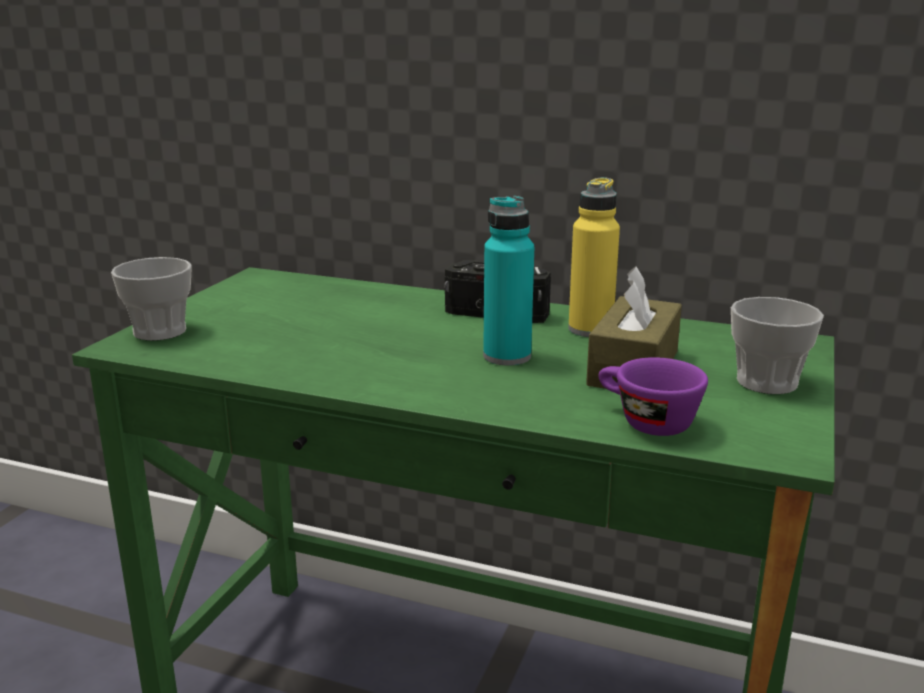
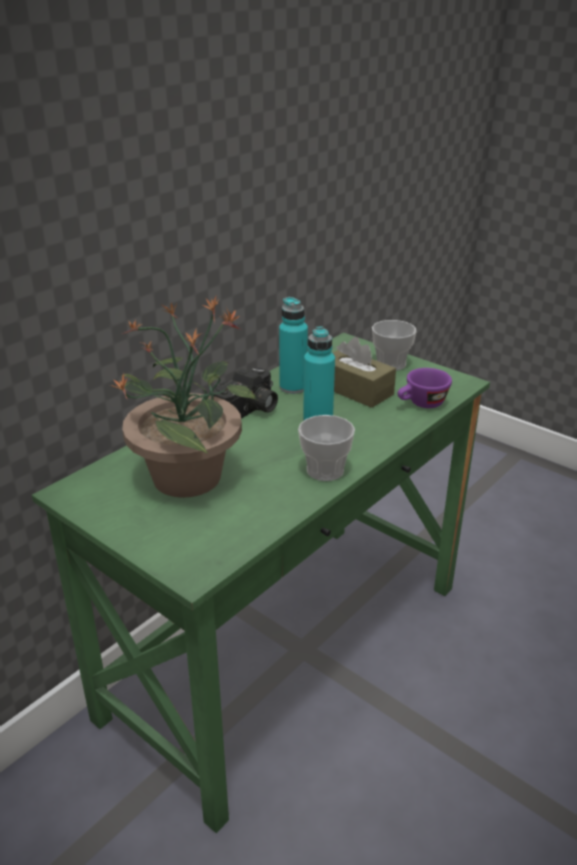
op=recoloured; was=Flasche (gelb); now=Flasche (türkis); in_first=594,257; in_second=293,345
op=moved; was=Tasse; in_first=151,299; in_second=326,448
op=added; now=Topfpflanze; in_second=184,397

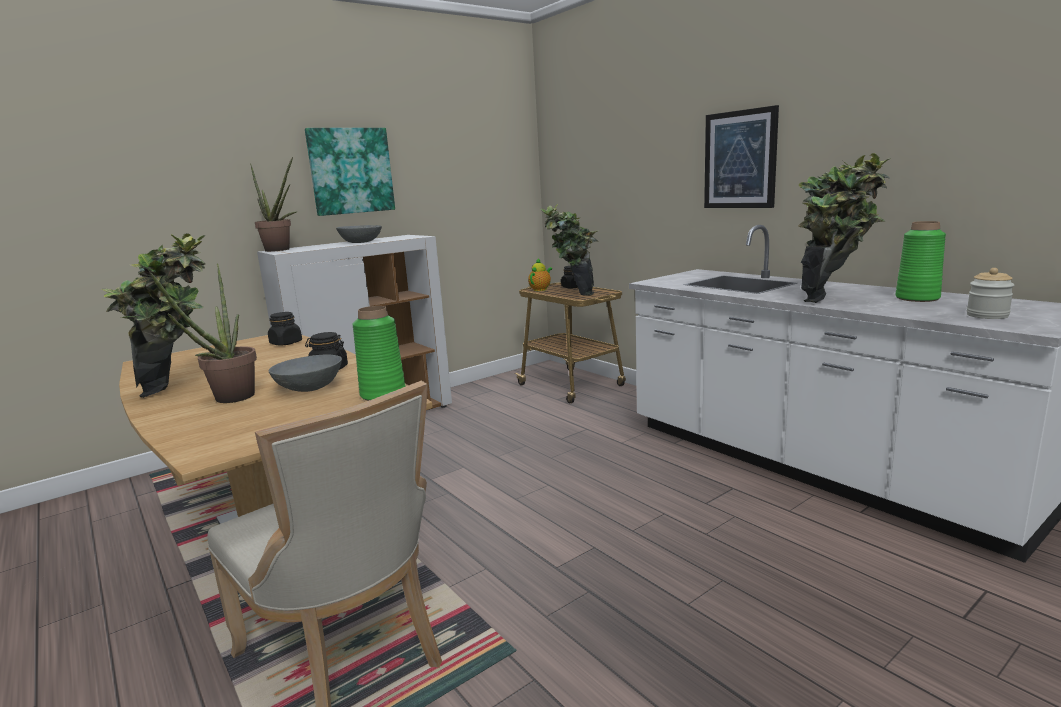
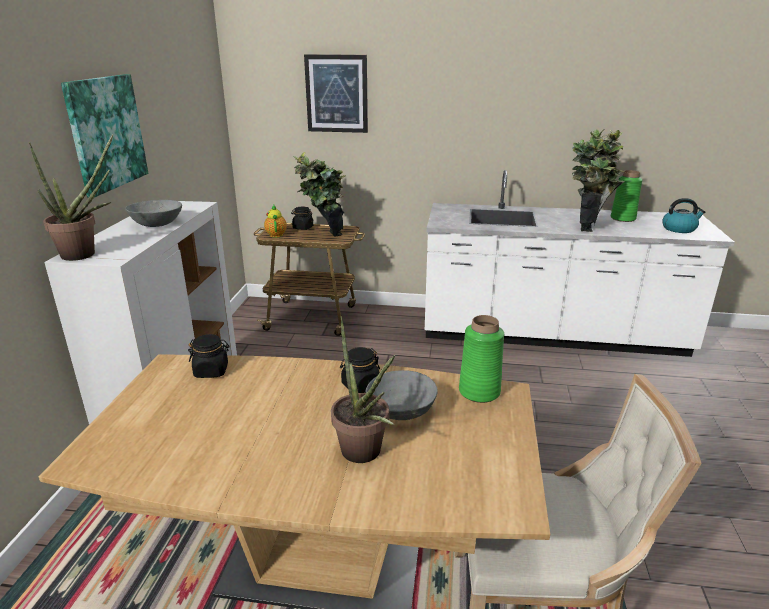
op=moved; was=Bild; in_first=741,156; in_second=336,93
op=removed; was=Topfpflanze; in_first=153,315
op=replaced; was=Vorratsglas; now=Wasserkessel; in_first=990,293; in_second=683,215

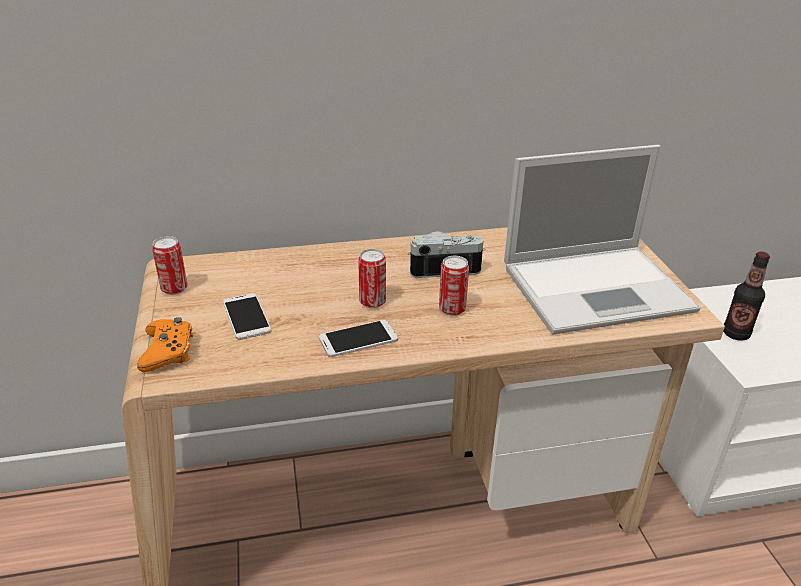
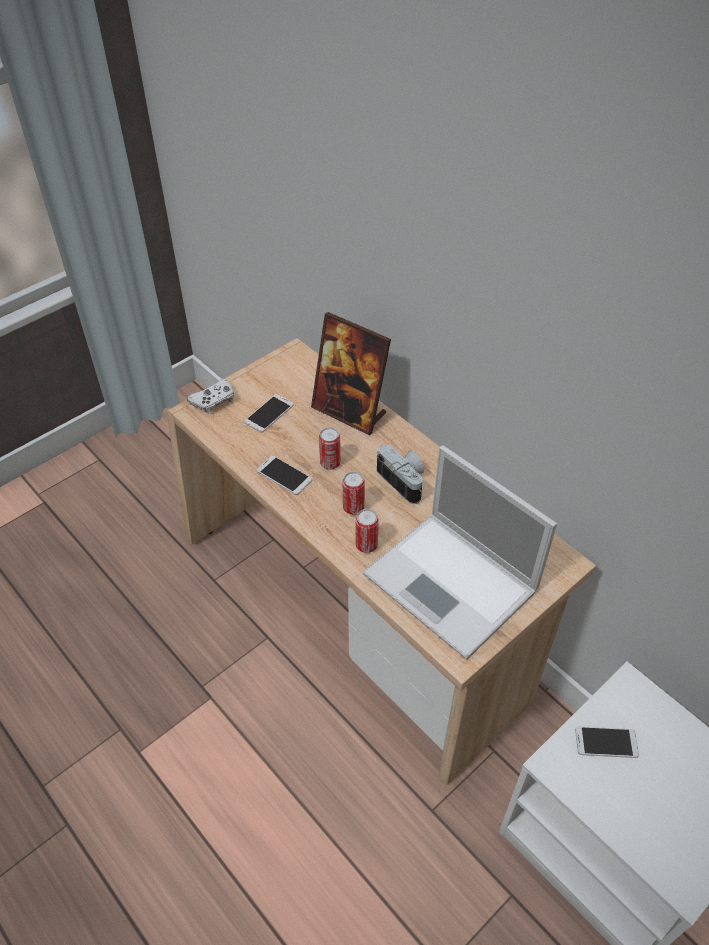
op=moved; was=Dose; in_first=170,265; in_second=367,531
op=replaced; was=Flasche; now=Handy; in_first=746,296; in_second=607,742
op=recoloured; was=Gamepad (orange); now=Gamepad (weiß); in_first=165,344; in_second=210,396
op=added; now=Bilderrahmen; in_second=351,373

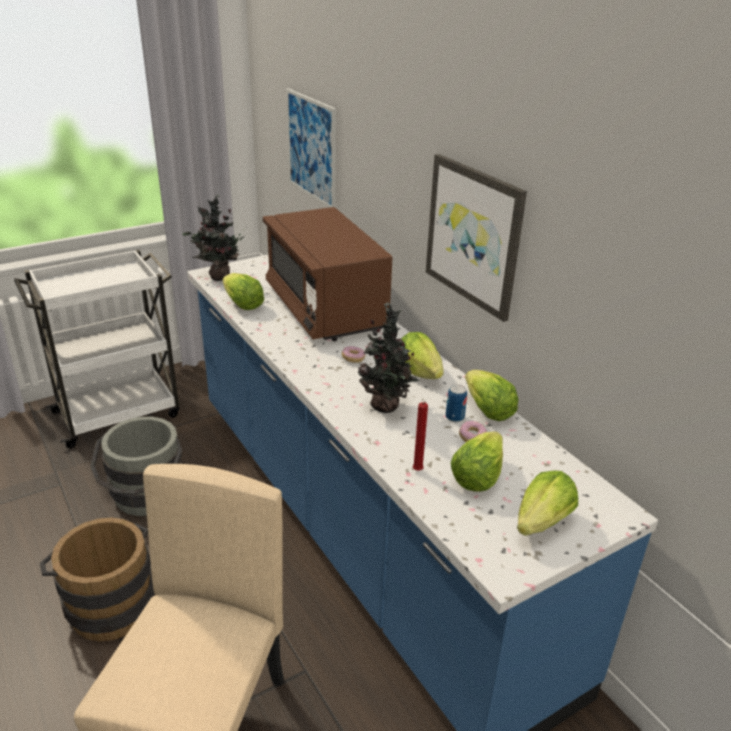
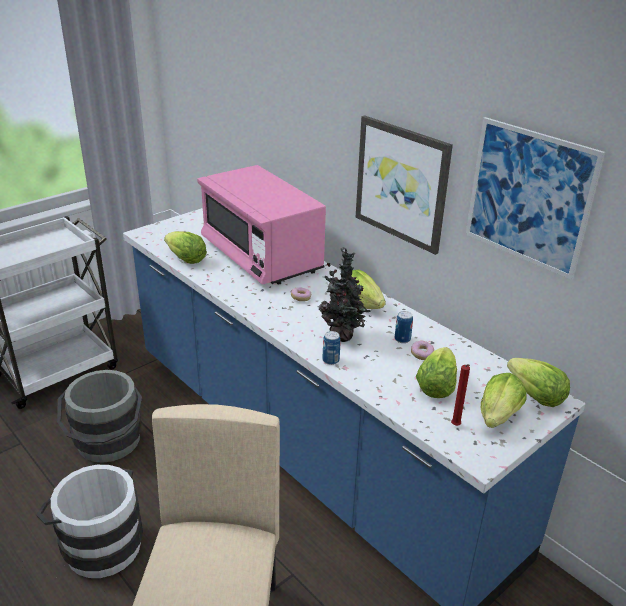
op=moved; was=Bild; in_first=311,148; in_second=535,198
op=removed; was=Topfpflanze; in_first=214,237
op=recoloured; was=Mikrowelle (braun); now=Mikrowelle (rosa); in_first=327,274; in_second=261,225
op=moved; was=Salatkopf; in_first=491,395; in_second=538,382
op=moved; was=Kerze (rot); in_first=420,436; in_second=460,395
op=recoloured; was=Eimer (braun); now=Eimer (weiß); in_first=97,580; in_second=89,521
op=added; now=Dose; in_second=331,348

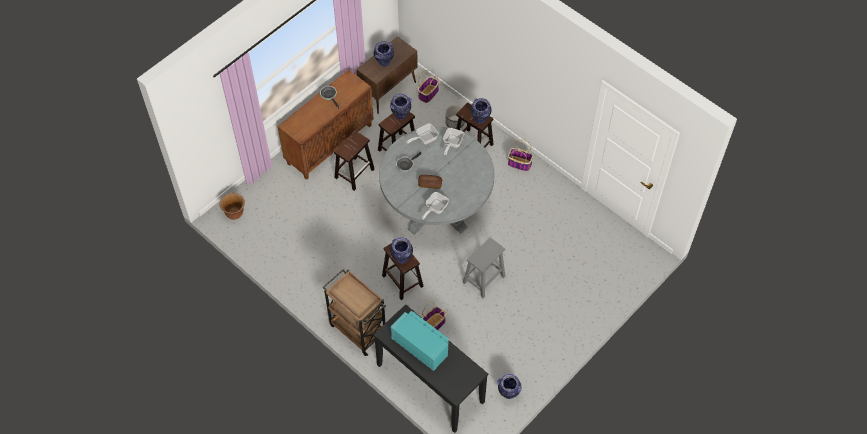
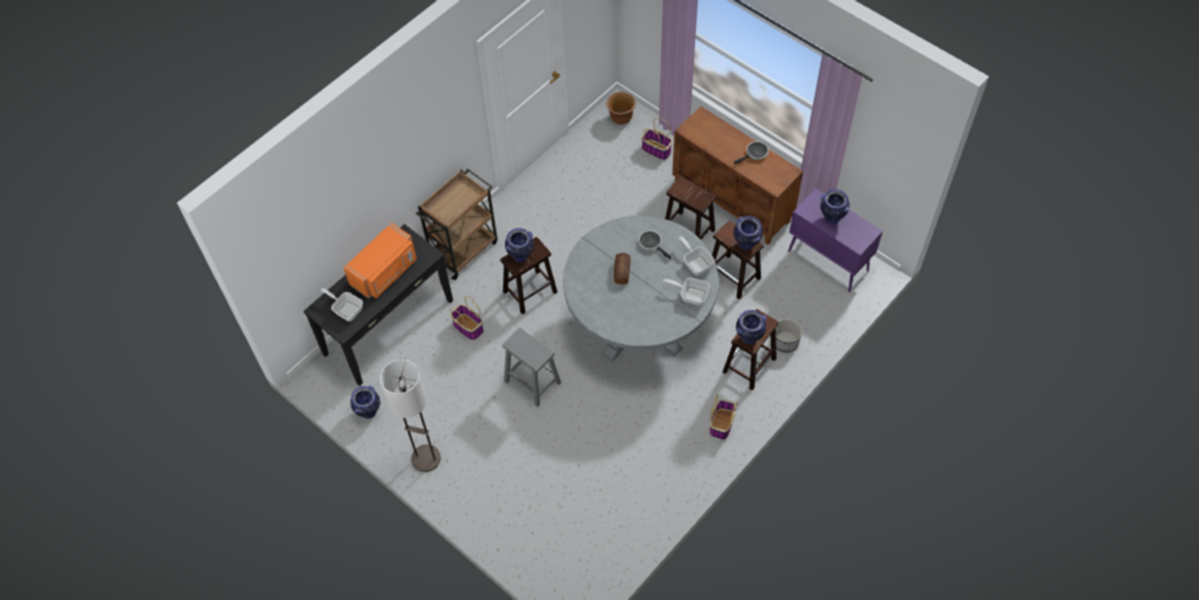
op=recoloured; was=Schrank (braun); now=Schrank (lila); in_first=387,75; in_second=835,240
op=moved; was=Korb; in_first=428,86; in_second=657,138
op=moved; was=Pfanne; in_first=435,206; in_second=341,304
op=recoloured; was=Mikrowelle (türkis); now=Mikrowelle (orange); in_first=419,341; in_second=380,260
op=added; now=Stehlampe; in_second=410,415

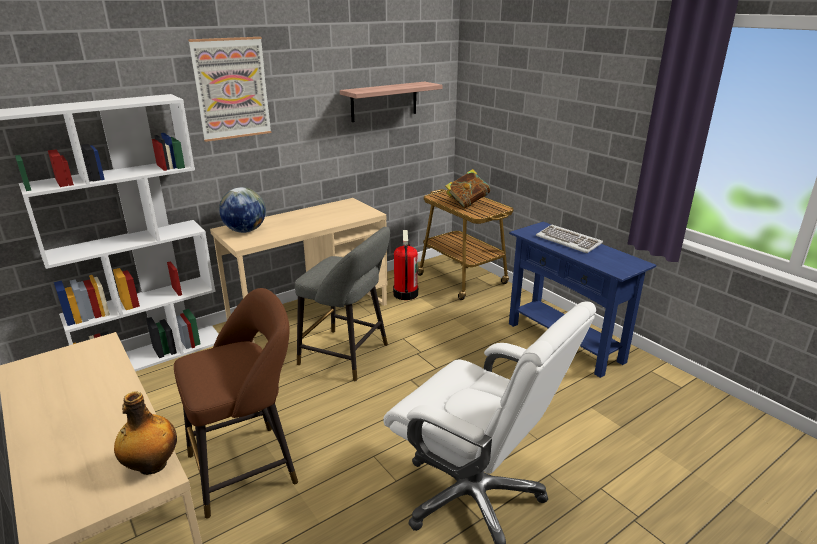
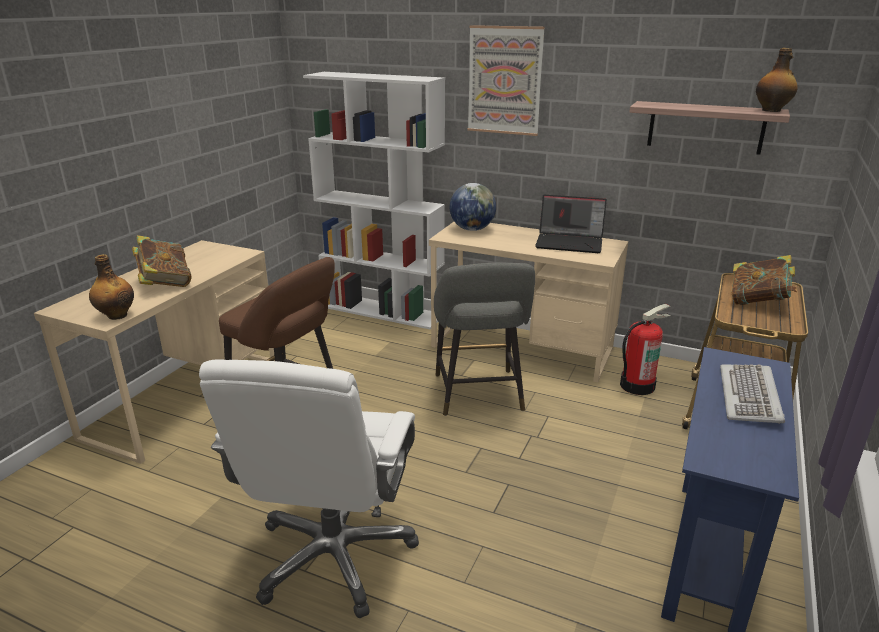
op=added; now=Flasche; in_second=777,80
op=added; now=Laptop; in_second=571,224
op=added; now=Buch; in_second=161,261

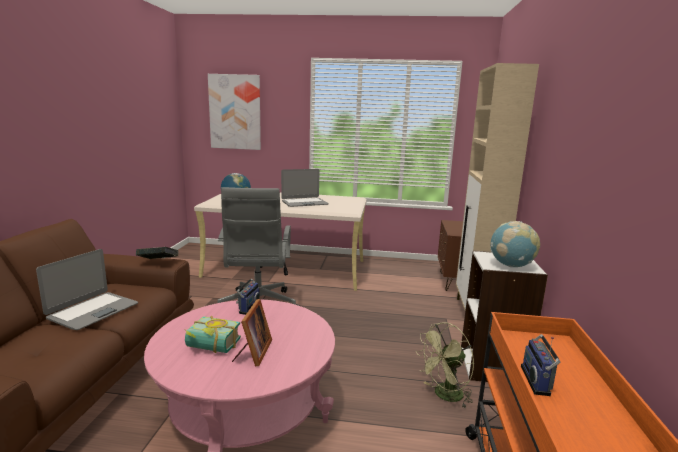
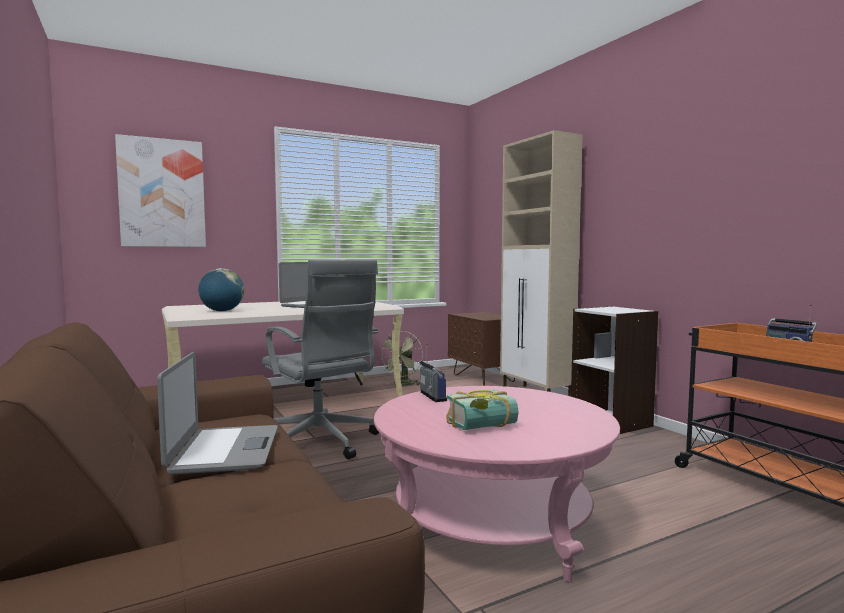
op=removed; was=Globus; in_first=515,244
op=removed; was=Buch; in_first=157,253
op=removed; was=Bilderrahmen; in_first=252,333
op=moved; was=Ventilator (grün); in_first=445,365; in_second=401,358

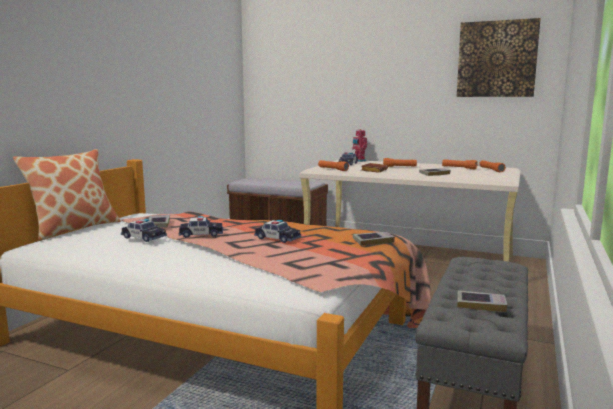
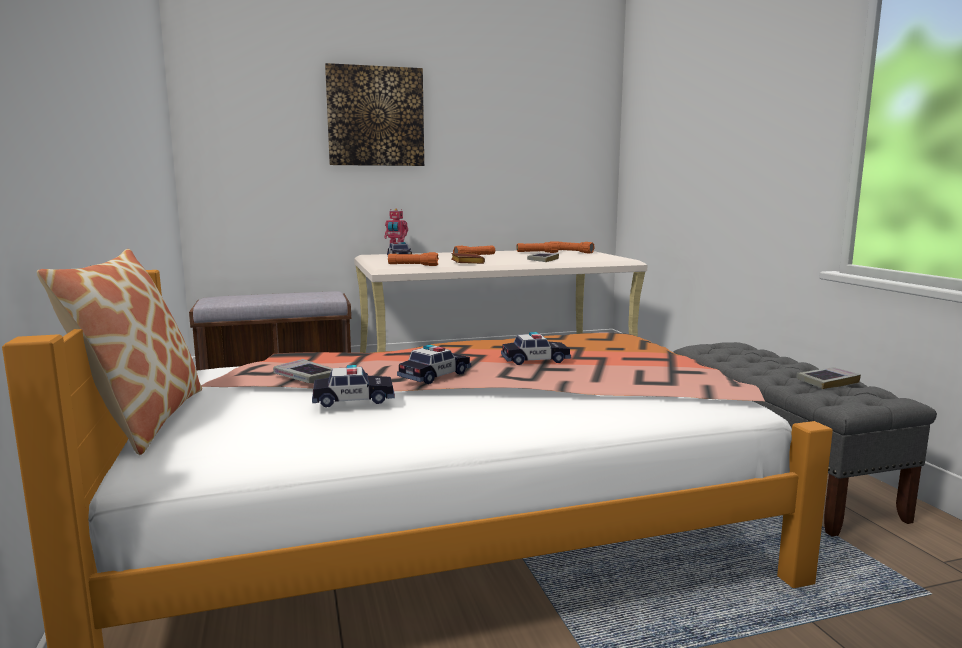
op=moved; was=Bild; in_first=499,57; in_second=374,114
op=removed; was=Buch; in_first=374,239

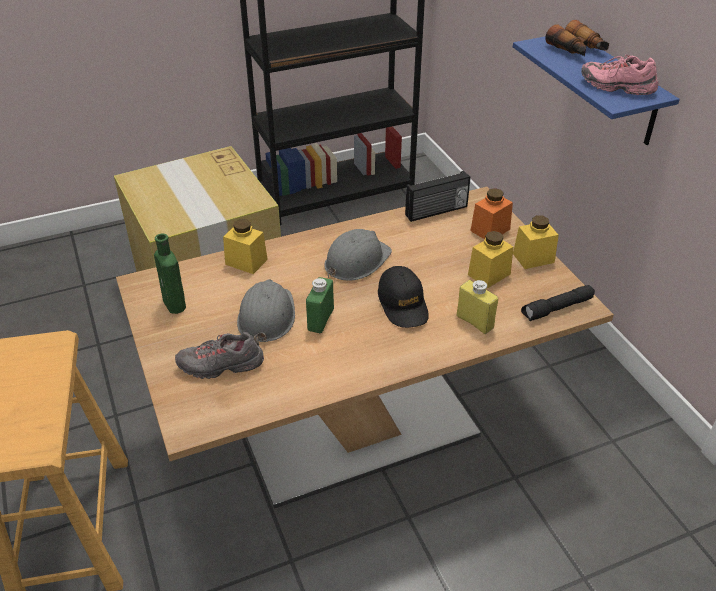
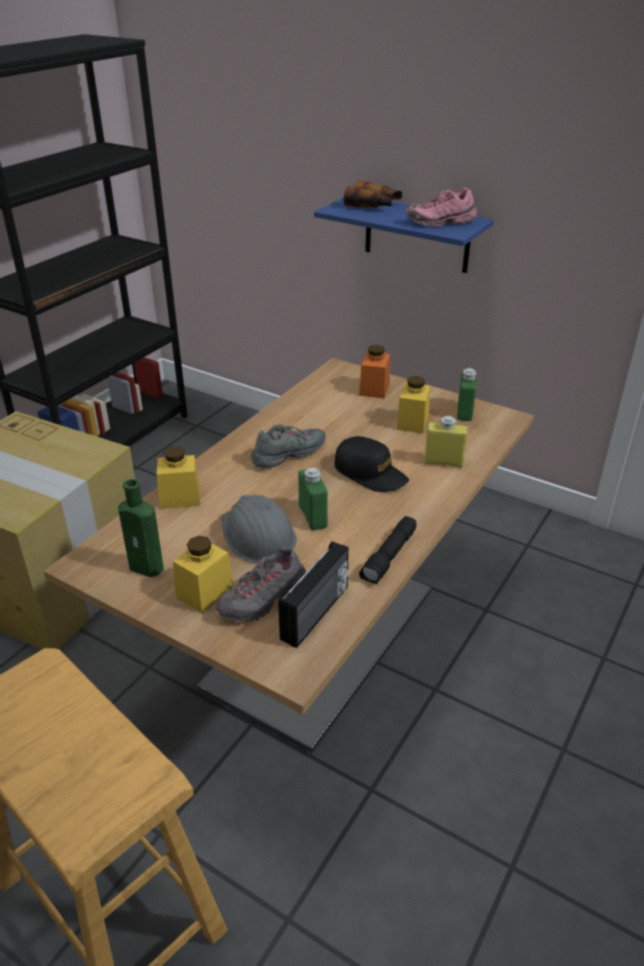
op=moved; was=Radio; in_first=438,196; in_second=313,594
op=moved; was=Vorratsglas (gelb); in_first=536,242; in_second=203,574
op=replaced; was=Schutzhelm (grau); now=Schuh (grau); in_first=358,254; in_second=288,446
op=moved; was=Taschenlampe (schwarz); in_first=558,303; in_second=387,550
op=added; now=Flasche (grün); in_second=467,394

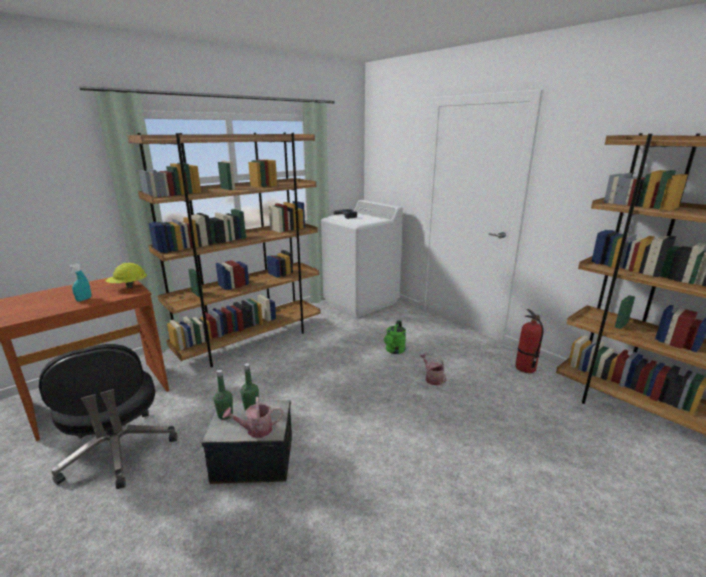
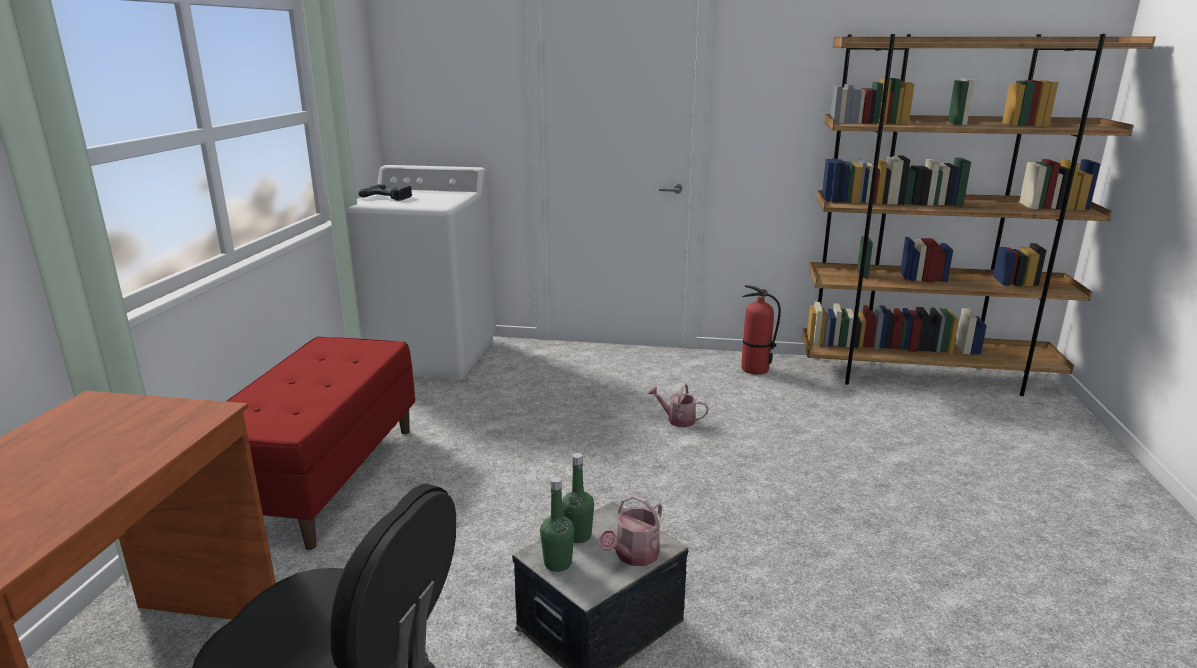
op=replaced; was=Bücherregal (braun); now=Bank (rot); in_first=223,250; in_second=320,443
op=removed; was=Sprühflasche (türkis); in_first=79,282
op=removed; was=Schutzhelm (gelb); in_first=126,275
op=removed; was=Gießkanne (grün); in_first=395,337

